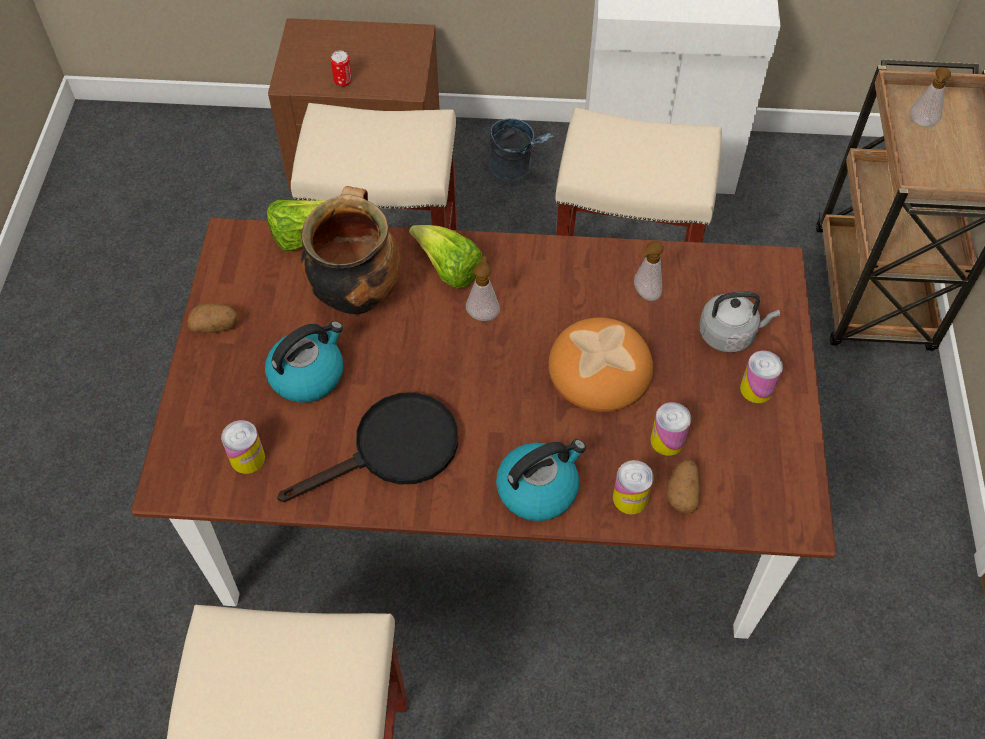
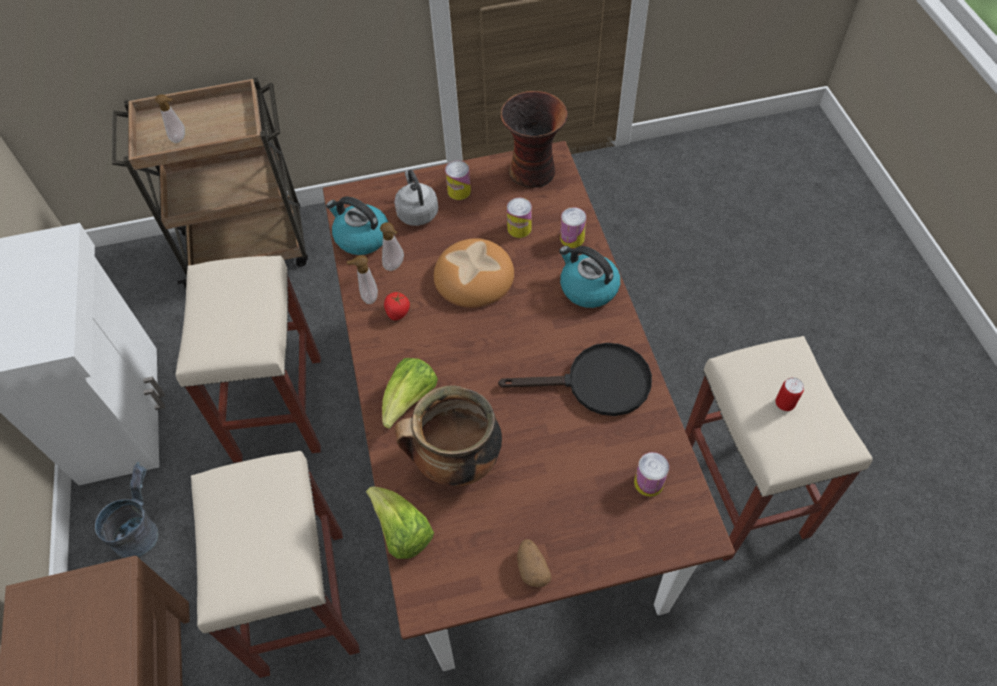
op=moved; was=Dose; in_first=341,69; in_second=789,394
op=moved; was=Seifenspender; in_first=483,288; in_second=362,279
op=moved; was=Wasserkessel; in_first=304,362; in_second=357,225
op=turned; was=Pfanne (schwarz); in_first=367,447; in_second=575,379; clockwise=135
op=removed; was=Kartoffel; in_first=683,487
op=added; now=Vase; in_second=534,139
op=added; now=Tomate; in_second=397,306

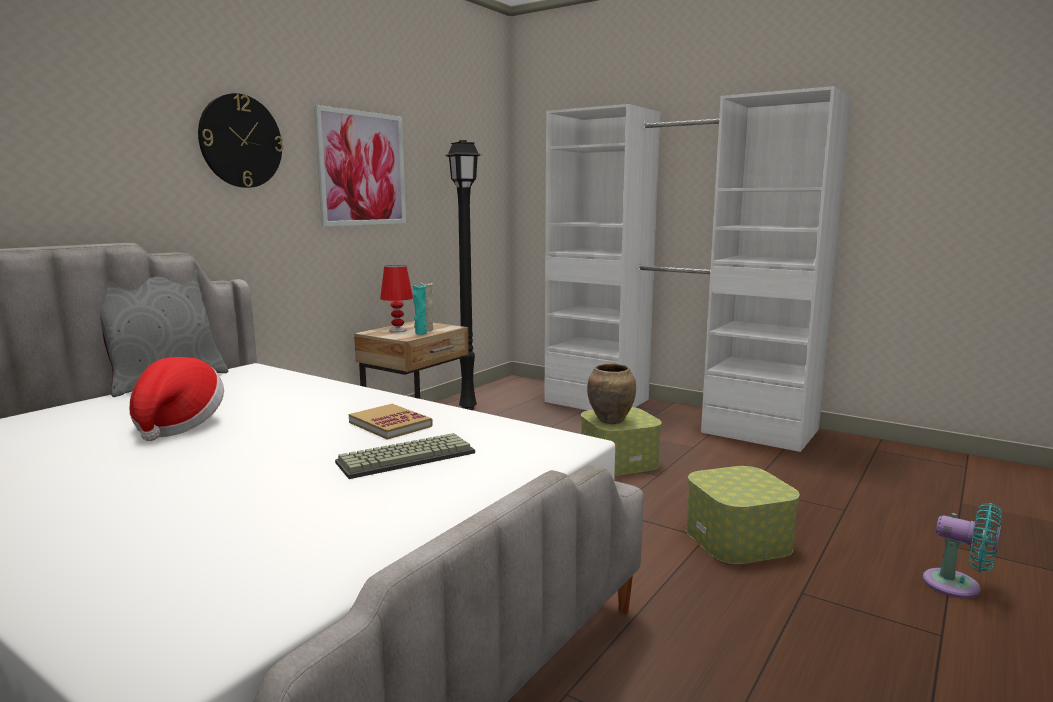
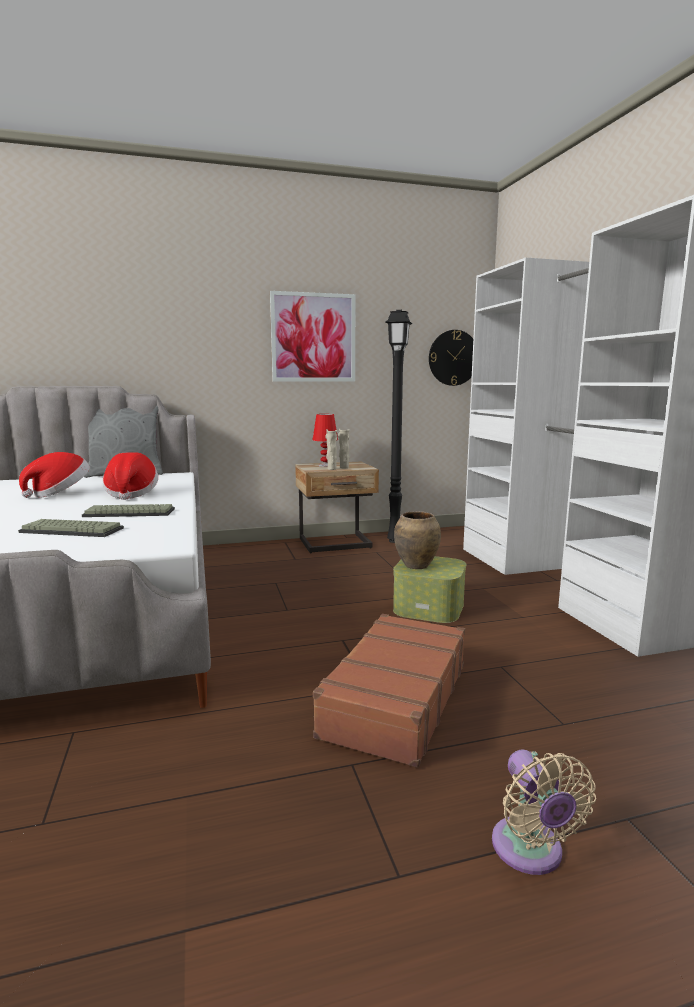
op=moved; was=Wanduhr; in_first=241,140; in_second=451,358
op=recoloured; was=Vase (türkis); now=Vase (beige); in_first=420,310; in_second=331,449
op=replaced; was=Buch; now=Tastatur; in_first=391,421; in_second=128,510
op=replaced; was=Aufbewahrungsbox; now=Koffer (braun); in_first=743,515; in_second=389,691
op=recoloured; was=Ventilator (türkis); now=Ventilator (beige); in_first=962,551; in_second=544,812
op=added; now=Hut; in_second=130,476

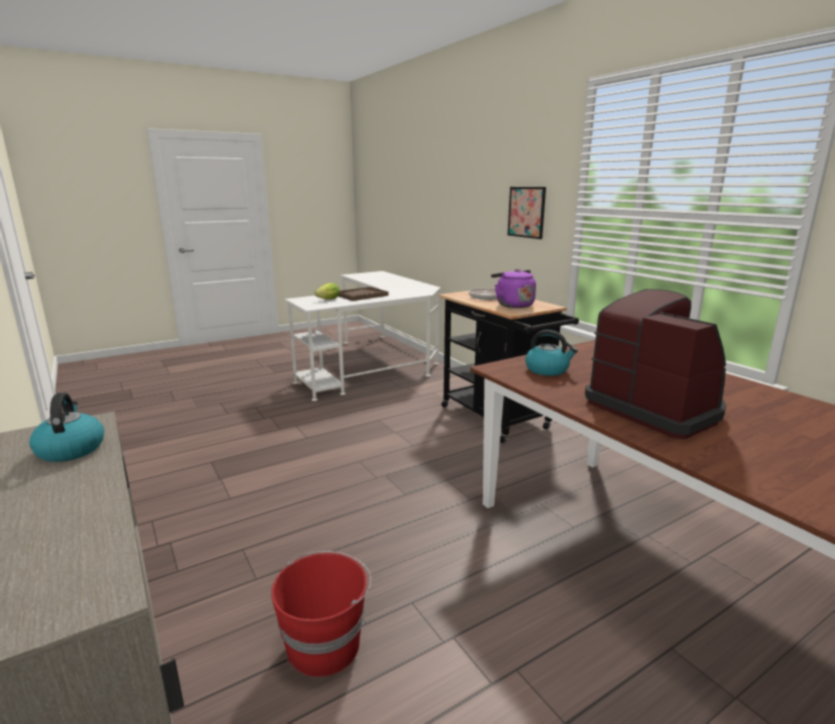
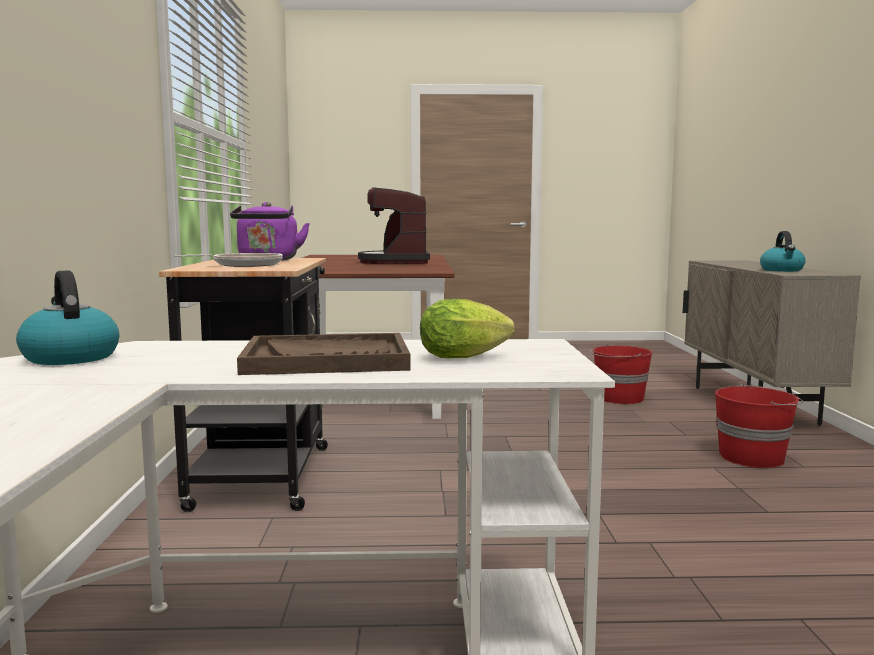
op=removed; was=Bild; in_first=527,213
op=moved; was=Wasserkessel; in_first=551,353; in_second=67,317
op=added; now=Eimer (rot); in_second=759,426

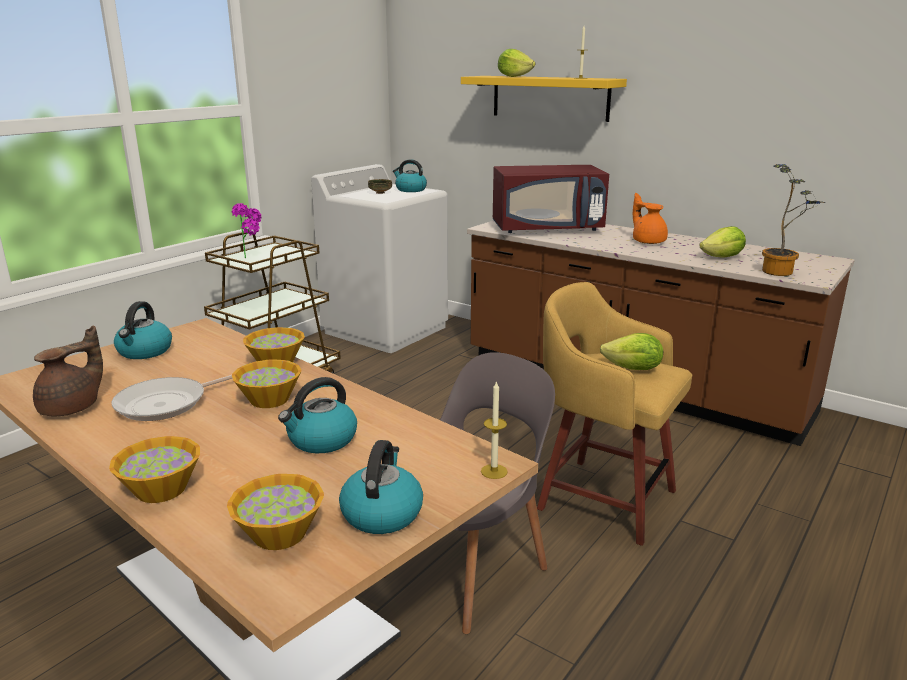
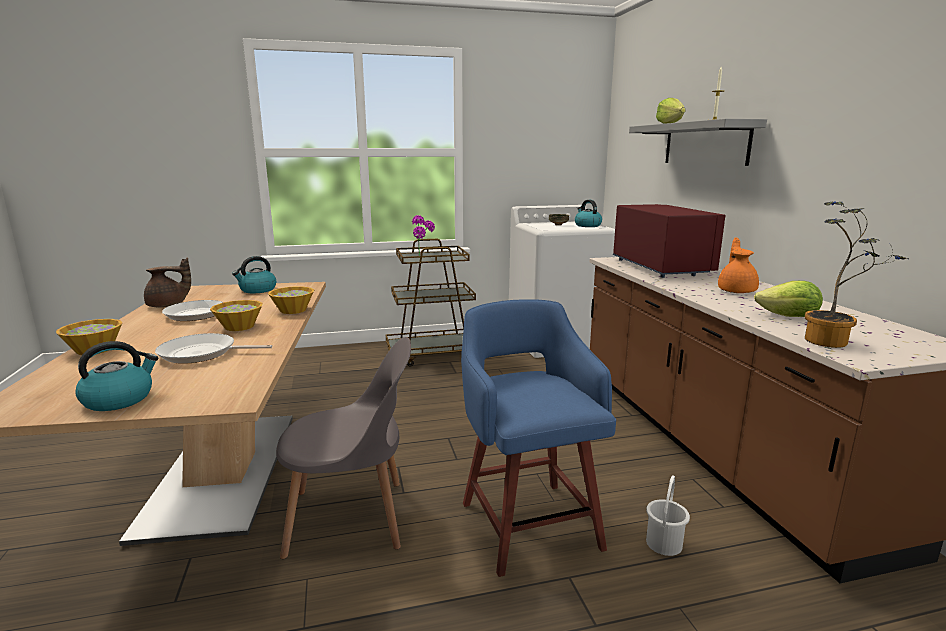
op=recoloured; was=Wandregal (gelb); now=Wandregal (grau); in_first=544,99; in_second=698,142
op=turned; was=Mikrowelle (rot); in_first=551,199; in_second=669,241; clockwise=-135
op=recoloured; was=Hocker (gelb); now=Hocker (blau); in_first=614,414; in_second=538,438
op=removed; was=Salatkopf; in_first=631,351
op=replaced; was=Wasserkessel; now=Pfanne; in_first=317,415; in_second=213,348
op=removed; was=Kerze; in_first=494,430
op=removed; was=Schüssel; in_first=275,512
op=added; now=Eimer (weiß); in_second=668,515

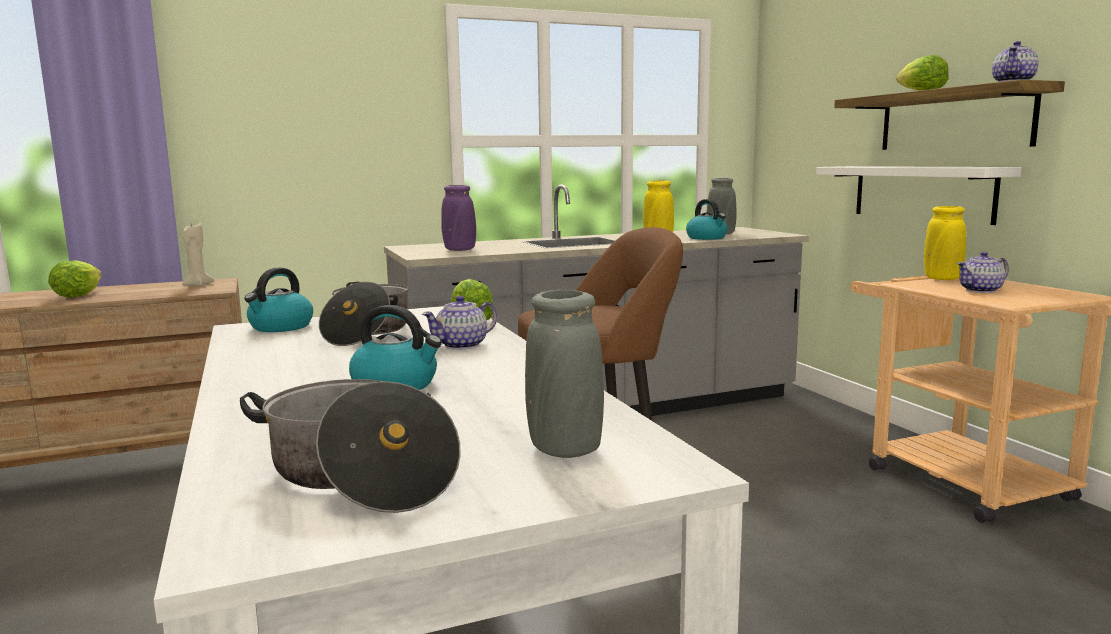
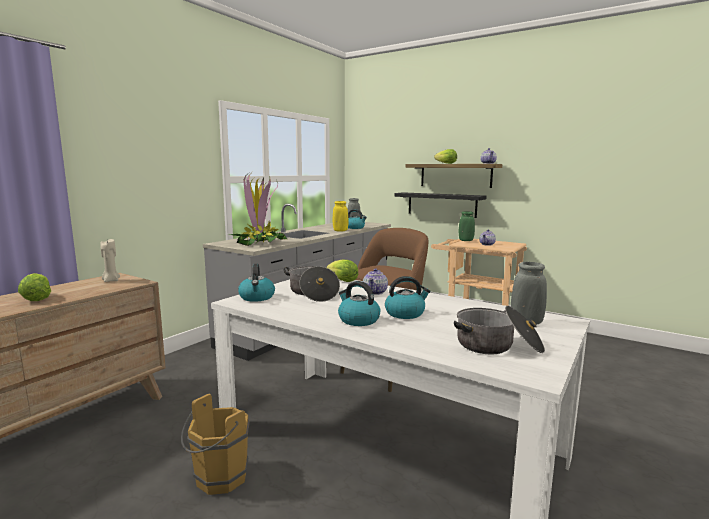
op=recoloured; was=Wandregal (weiß); now=Wandregal (schwarz); in_first=919,195; in_second=440,205
op=replaced; was=Vase (lila); now=Topfpflanze; in_first=458,218; in_second=257,209
op=recoloured; was=Vase (gelb); now=Vase (grün); in_first=945,243; in_second=467,226
op=added; now=Wasserkessel; in_second=359,303
op=added; now=Eimer (braun); in_second=215,444

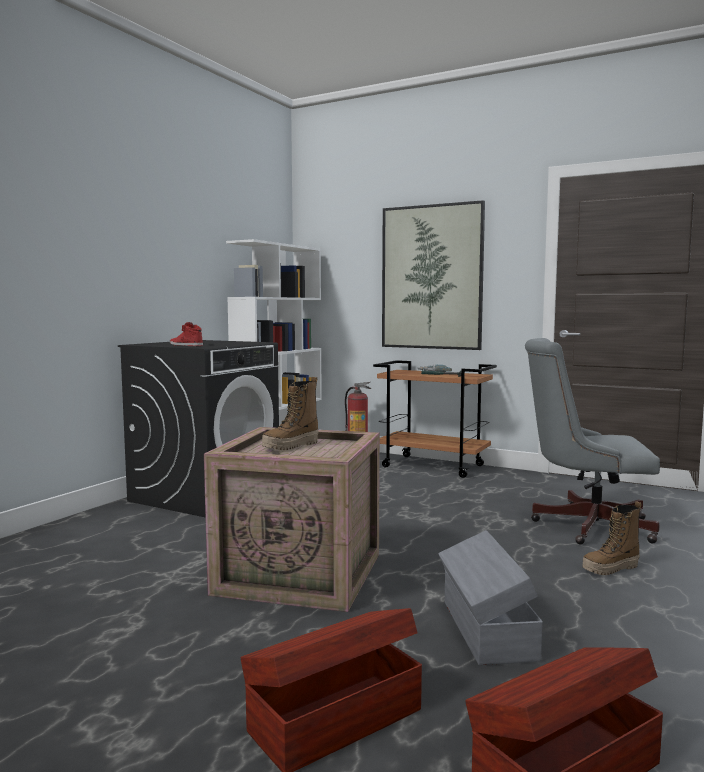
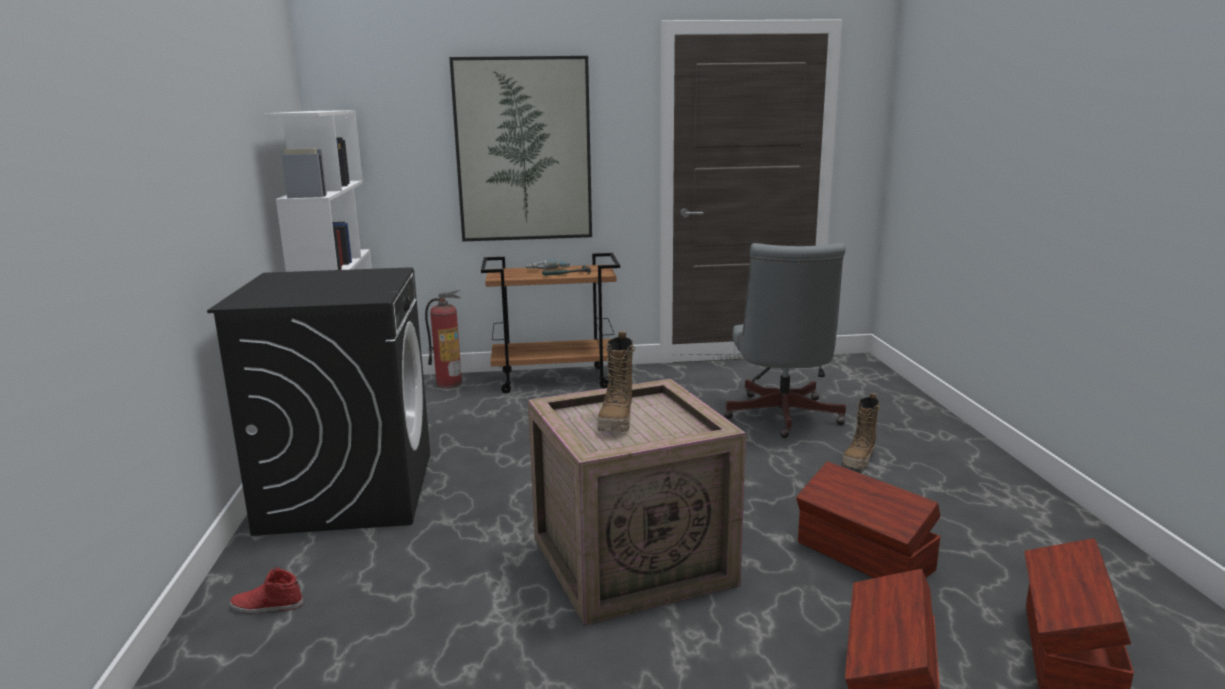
op=moved; was=Schuh (rot); in_first=186,334; in_second=266,590
op=turned; was=Bürostuhl (grau); in_first=592,441; in_second=785,340; clockwise=-60
op=recoloured; was=Aufbewahrungsbox (grau); now=Aufbewahrungsbox (braun); in_first=490,597; in_second=868,519

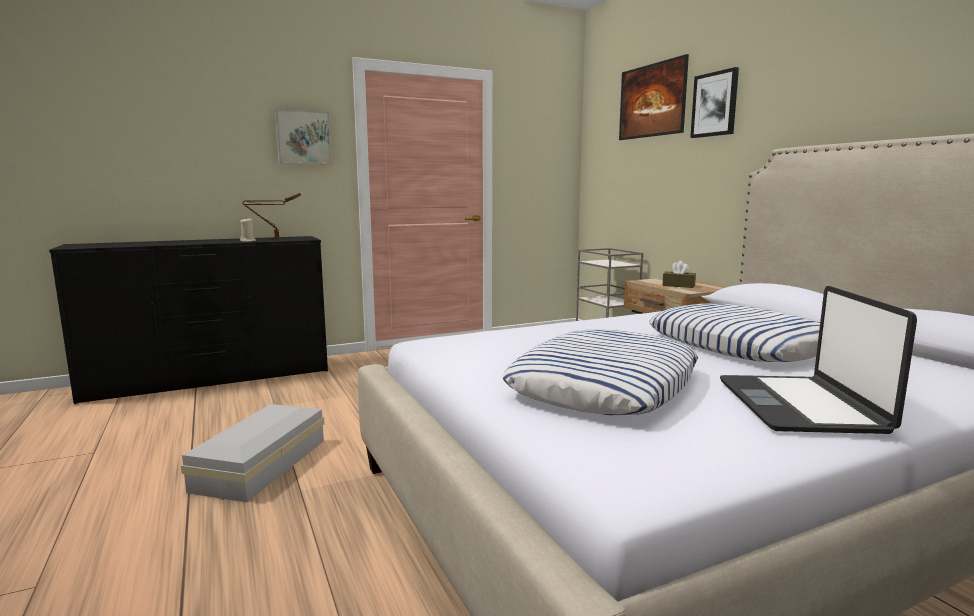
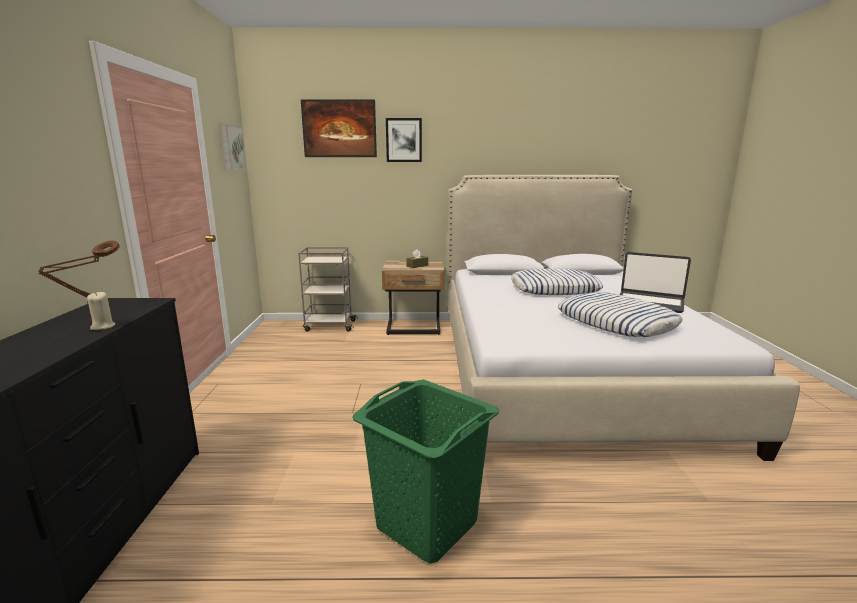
op=moved; was=Bild; in_first=303,136; in_second=233,146
op=replaced; was=Aufbewahrungsbox (weiß); now=Wäschekorb (grün); in_first=253,453; in_second=425,471

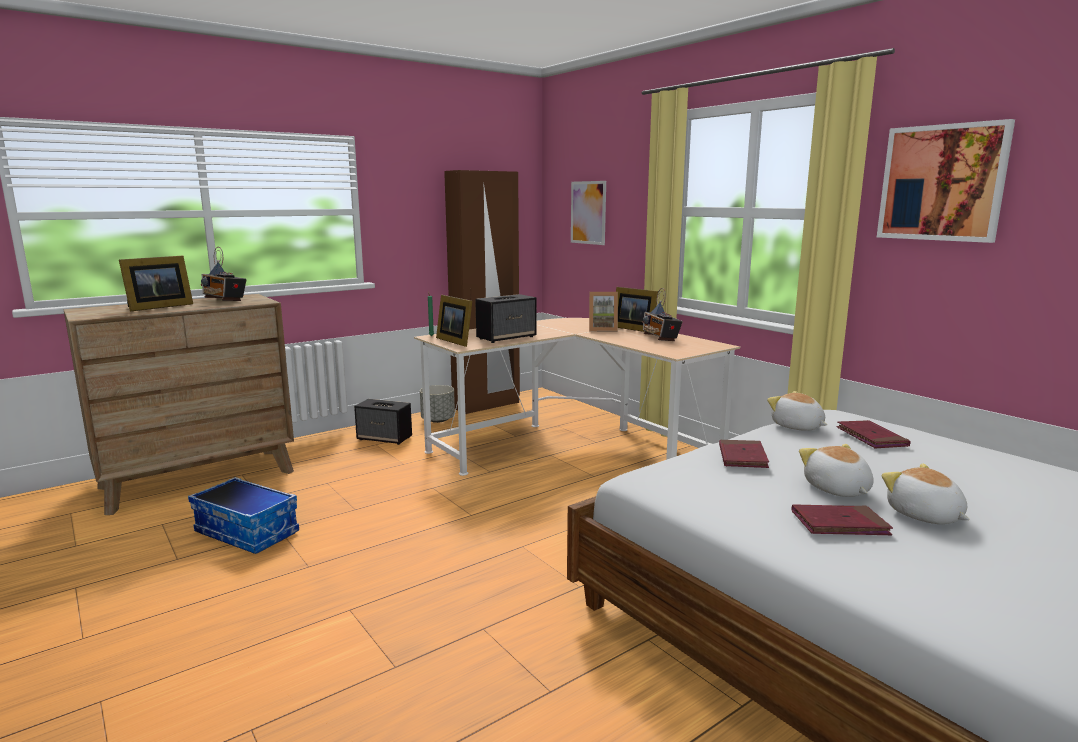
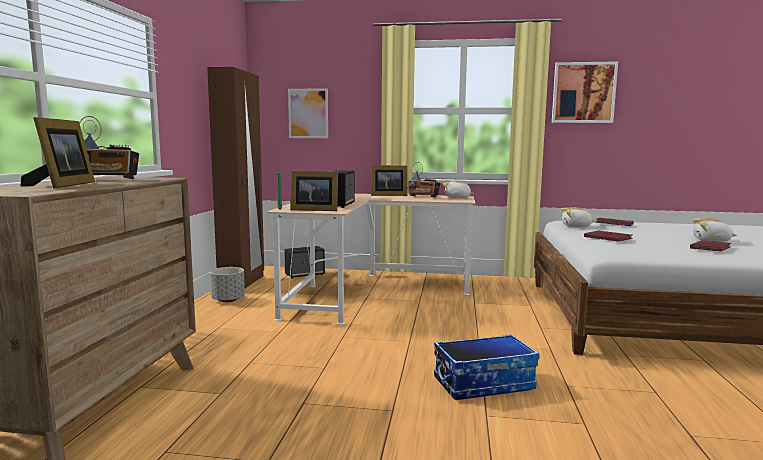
op=removed; was=Bilderrahmen; in_first=603,312
op=moved; was=Lautsprecher; in_first=383,422; in_second=304,262
op=moved; was=Plüschtier; in_first=836,470; in_second=458,189
op=moved; was=Aufbewahrungsbox; in_first=243,515; in_second=487,367

